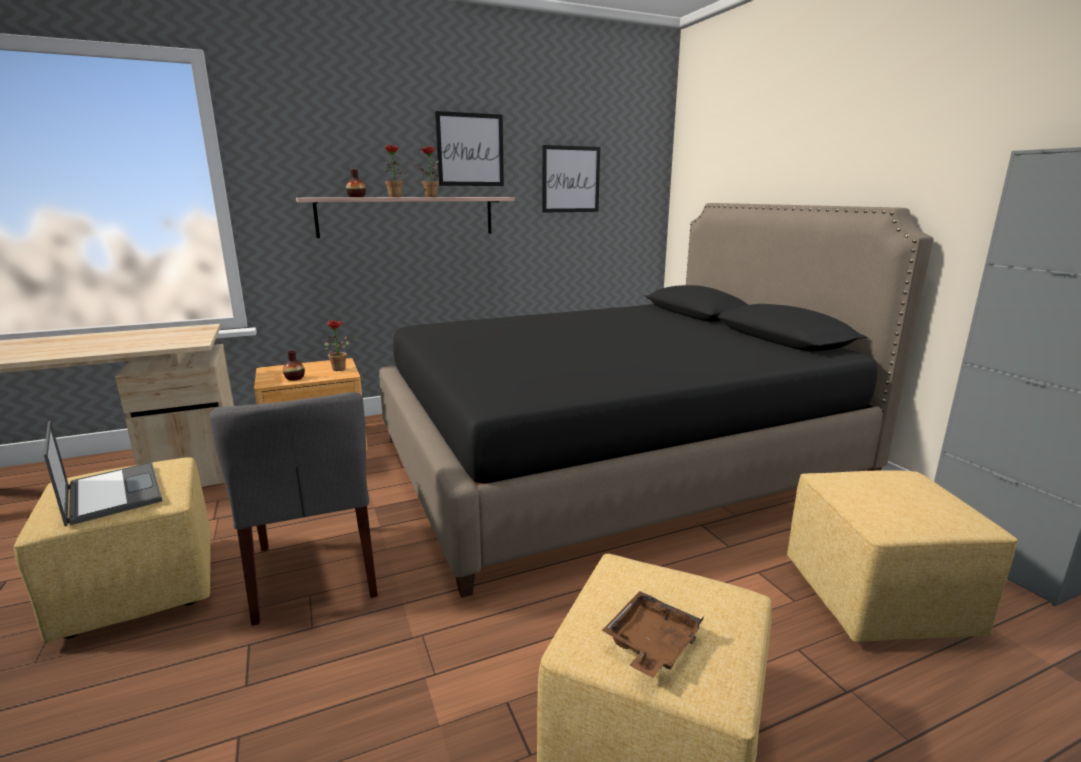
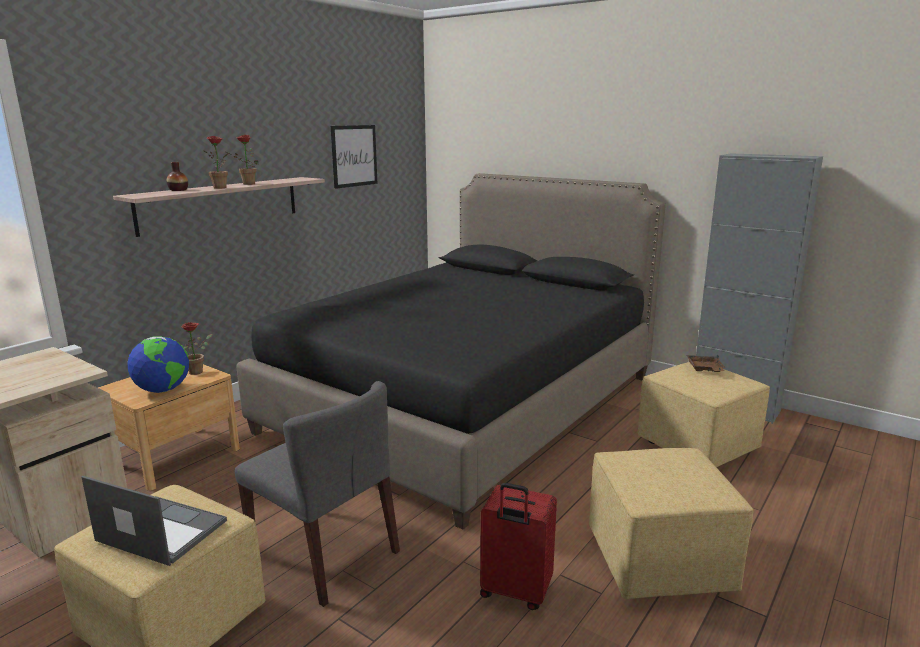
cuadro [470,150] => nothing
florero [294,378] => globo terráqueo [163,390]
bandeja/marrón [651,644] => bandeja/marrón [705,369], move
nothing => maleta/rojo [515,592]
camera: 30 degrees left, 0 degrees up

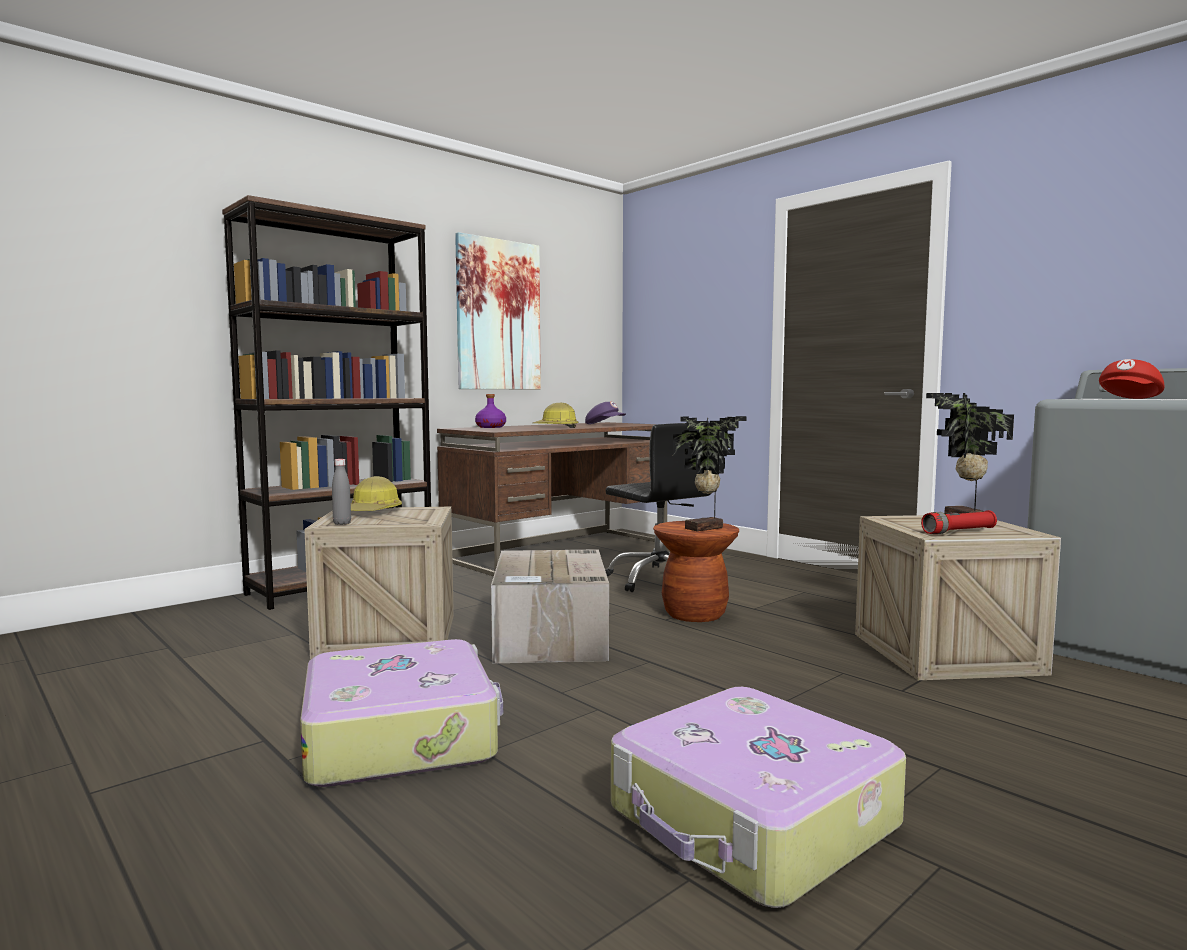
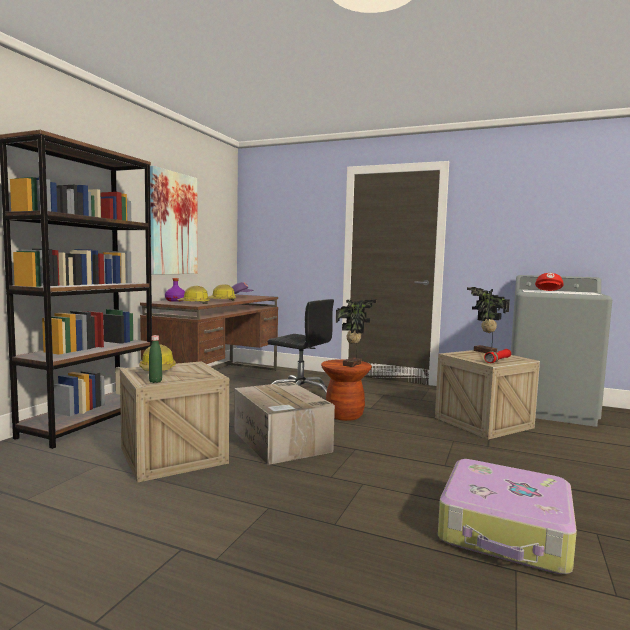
botella/gris [342,523] => botella/verde [155,381]
maleta [402,735] => nothing
nothing => casco [193,303]
camera: 25 degrees left, 0 degrees up

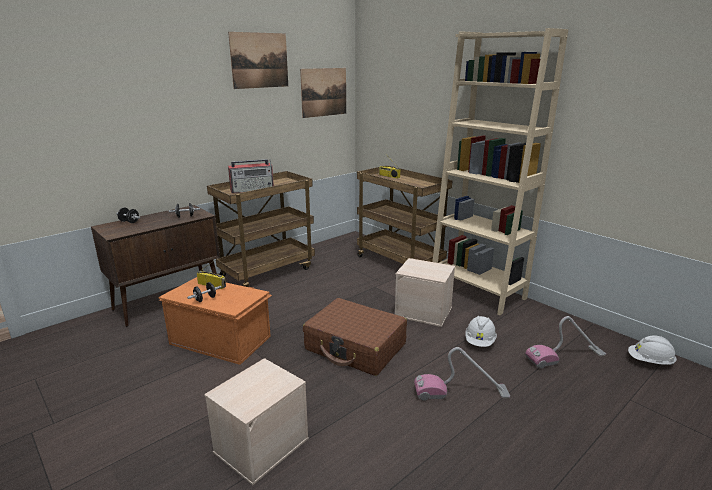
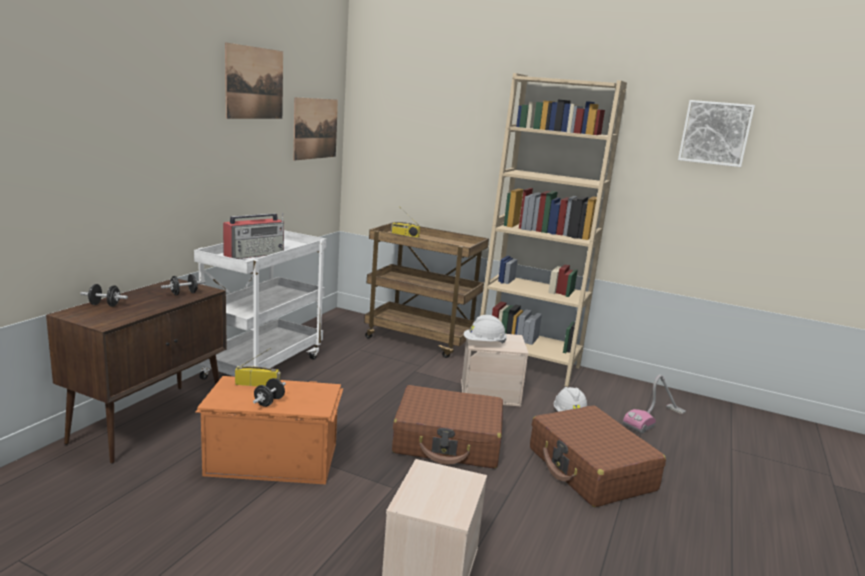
carrito/marrón [267,271] => carrito/blanco [263,366]
casco/blanco [650,362] => casco/blanco [484,343], move
aspiradora [461,392] => maleta/marrón [591,469]
nothing => cuadro [715,133]
camera: 25 degrees left, 5 degrees down

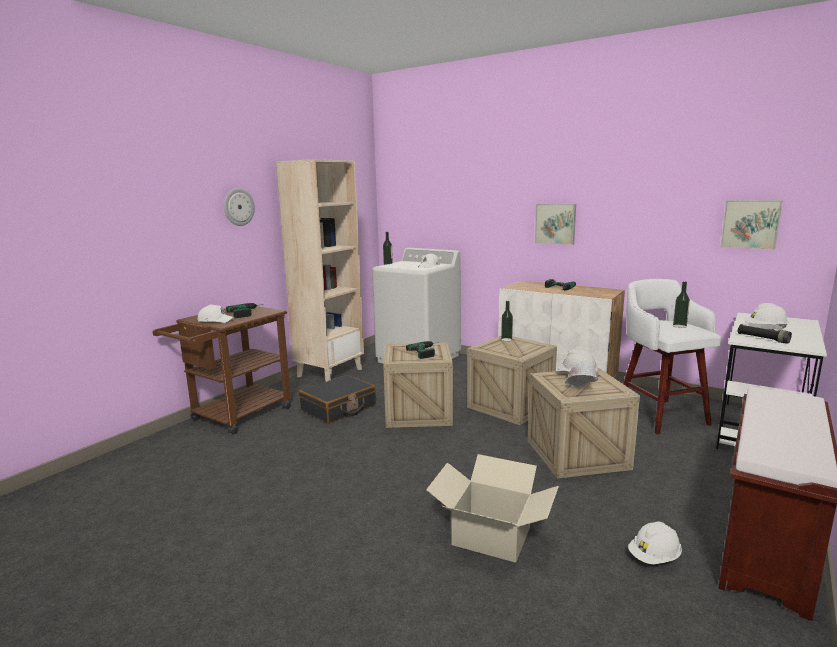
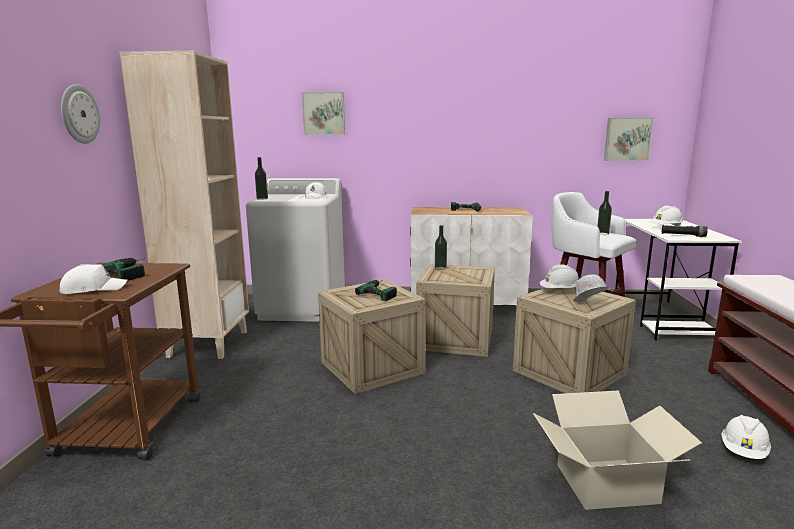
cuadro [555,223] => cuadro [324,113], move
maleta/negro [339,408] => nothing
camera: 30 degrees left, 0 degrees up

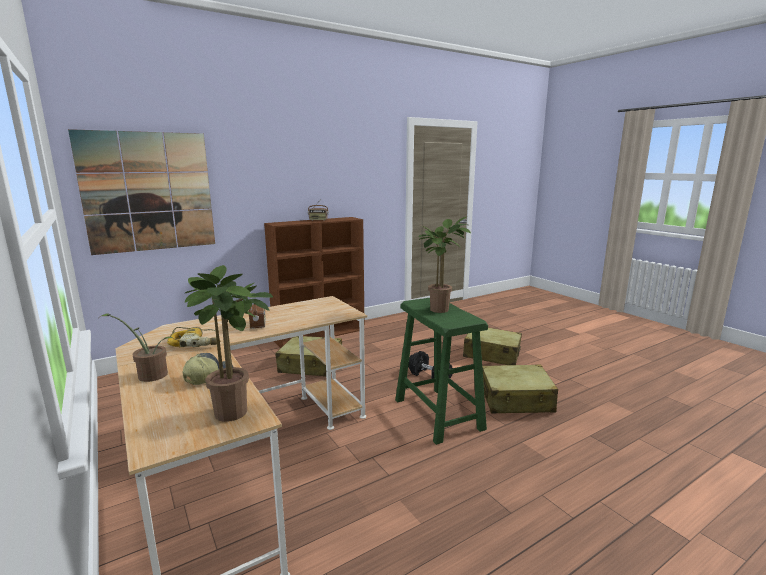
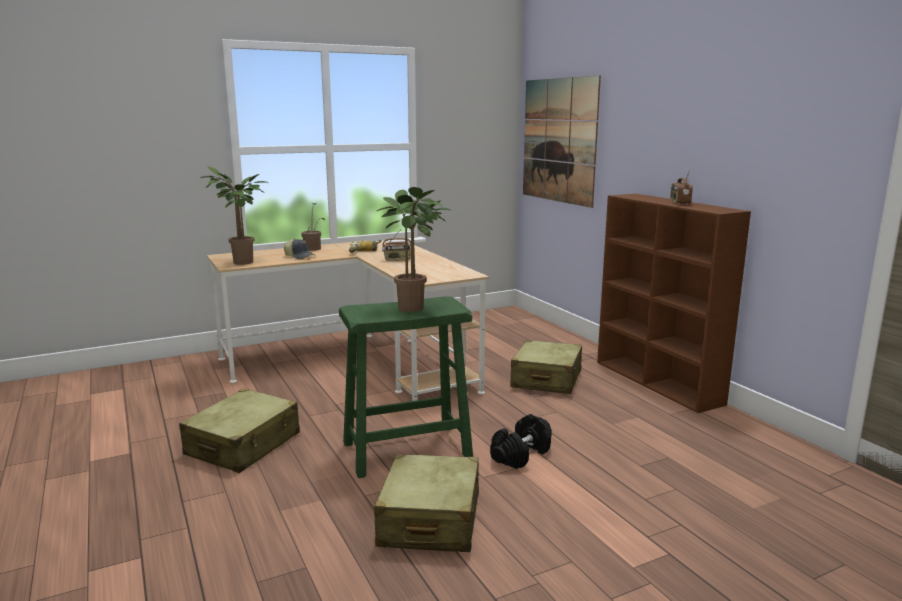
maleta/beis [491,354] => maleta/beis [243,444], move
camera: 95 degrees right, 0 degrees up

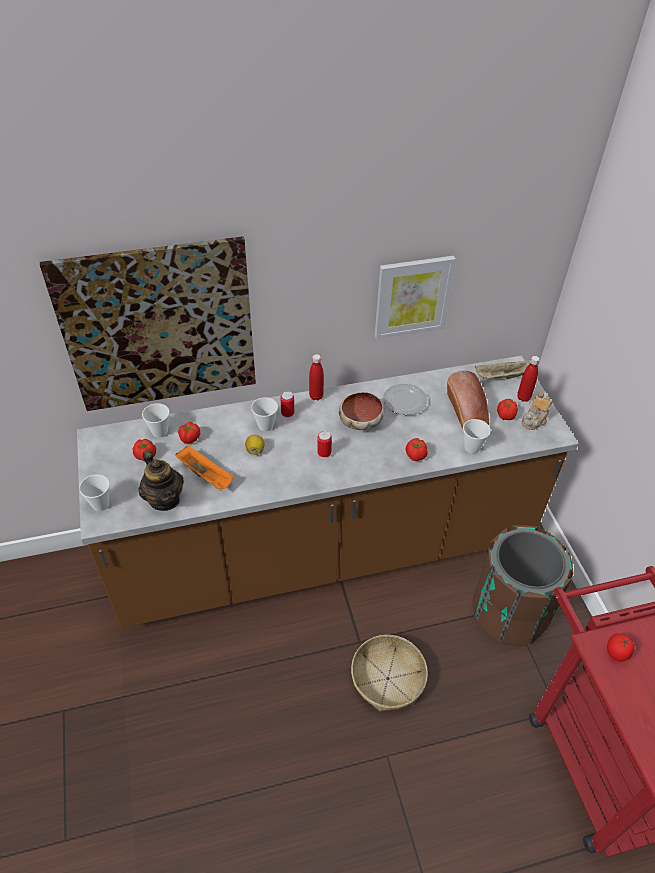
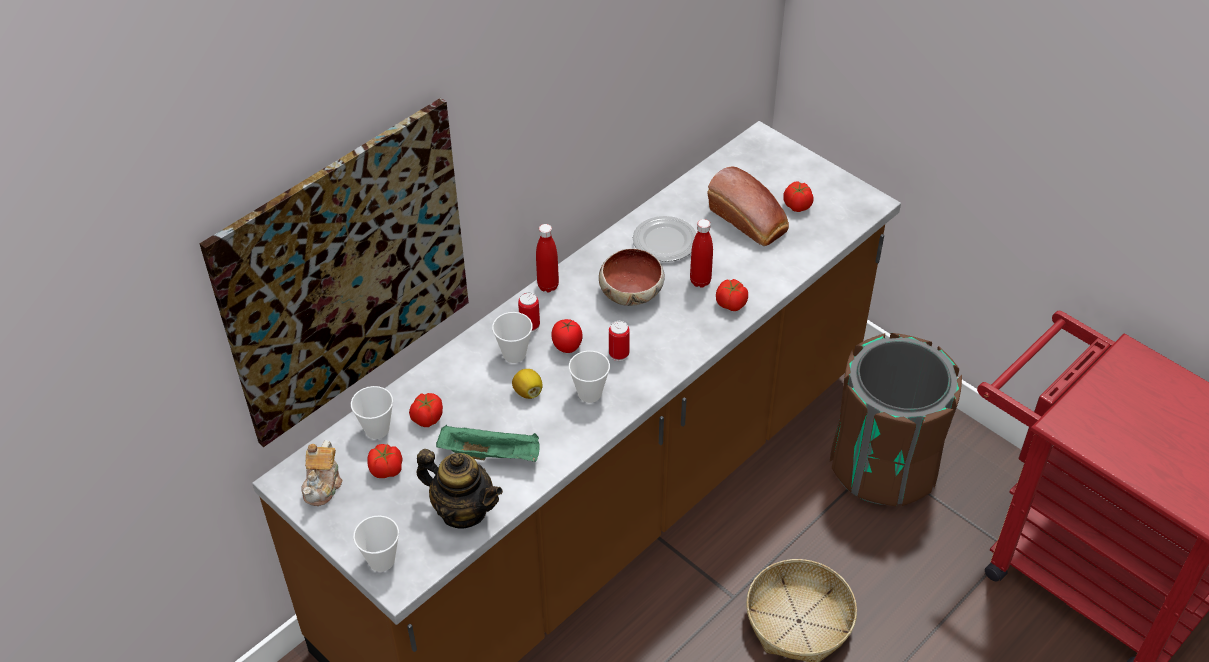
cuadro [412,296] => nothing
botella/rojo [523,397] => botella/rojo [700,281], move
bandeja/beis [502,377] => nothing
tetera [535,420] => tetera [323,485], move
taza [472,447] => taza [589,393], move
bandeja/naranja [206,475] => bandeja/verde [491,454]
tomate [616,653] => tomate [567,346], move
camera: 30 degrees left, 0 degrees up

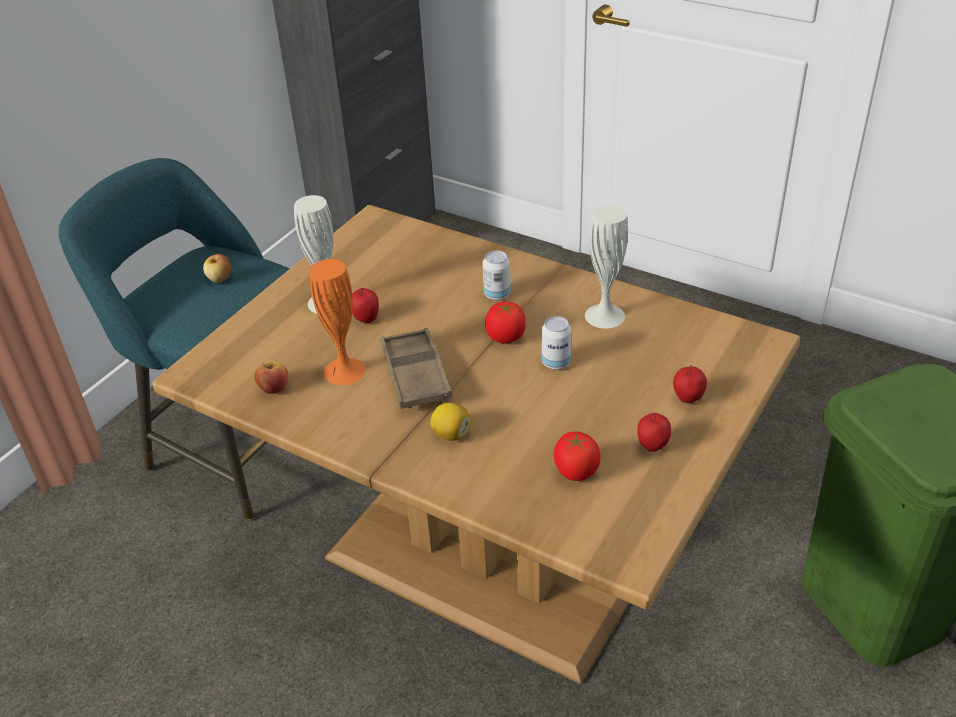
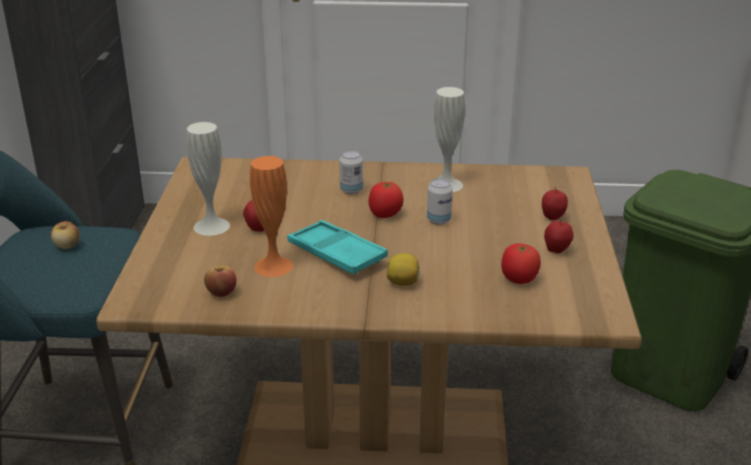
bandeja/marrón [415,374] => bandeja/turquesa [336,254]
camera: 30 degrees left, 10 degrees down

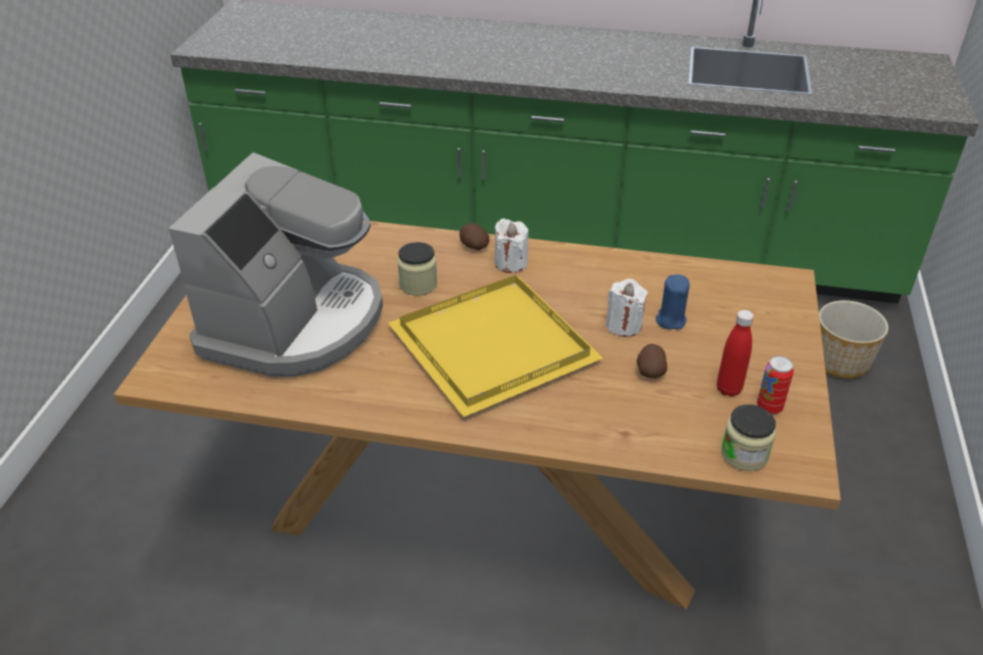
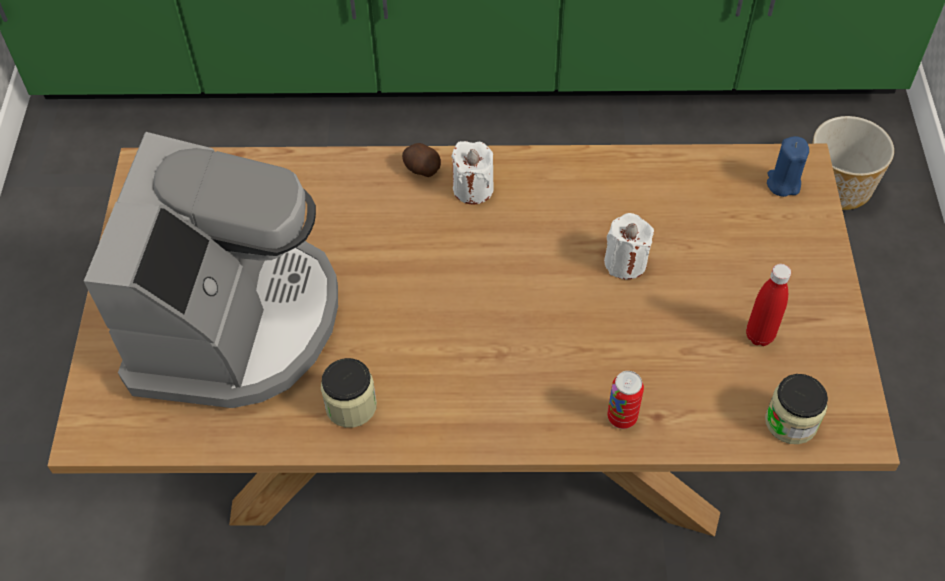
tarro [418,284] => tarro [351,406], move
vela/azul [670,320] => vela/azul [783,183], move
bandeja/amarillo [494,343] => nothing
patata [650,371] => nothing
lata [769,407] => lata [622,417], move
camera: 10 degrees left, 15 degrees up

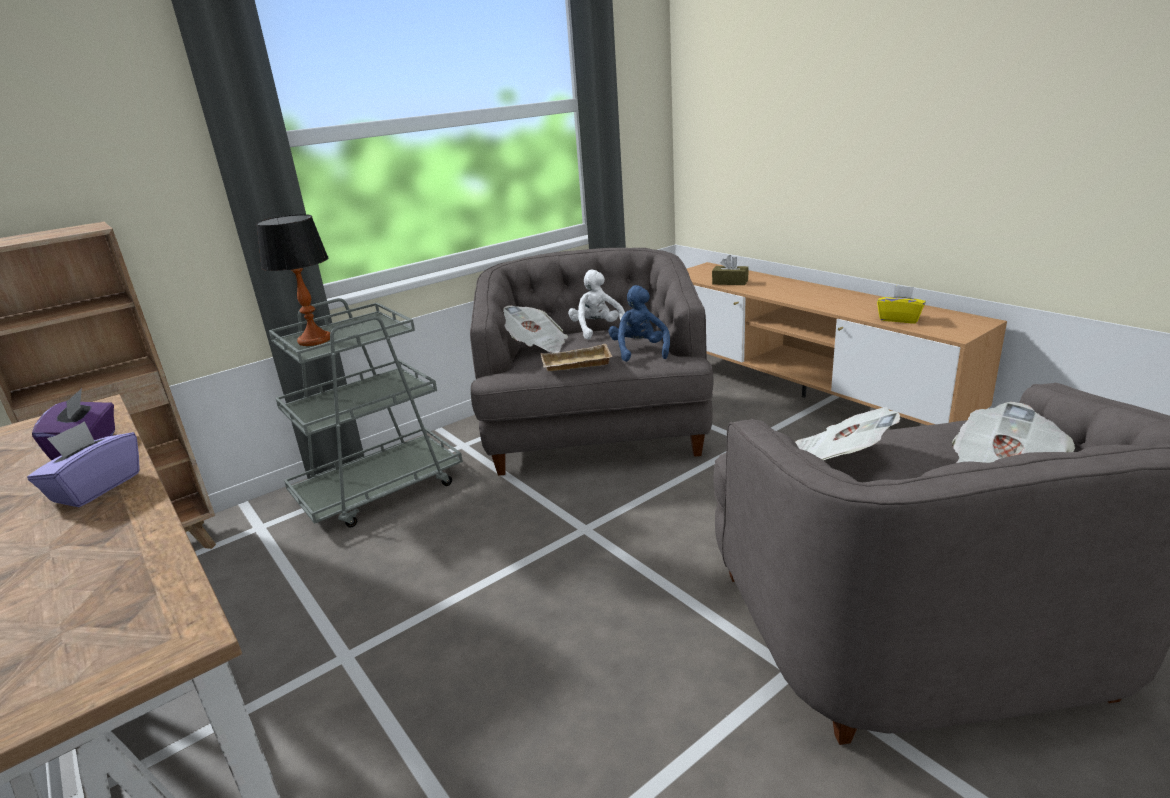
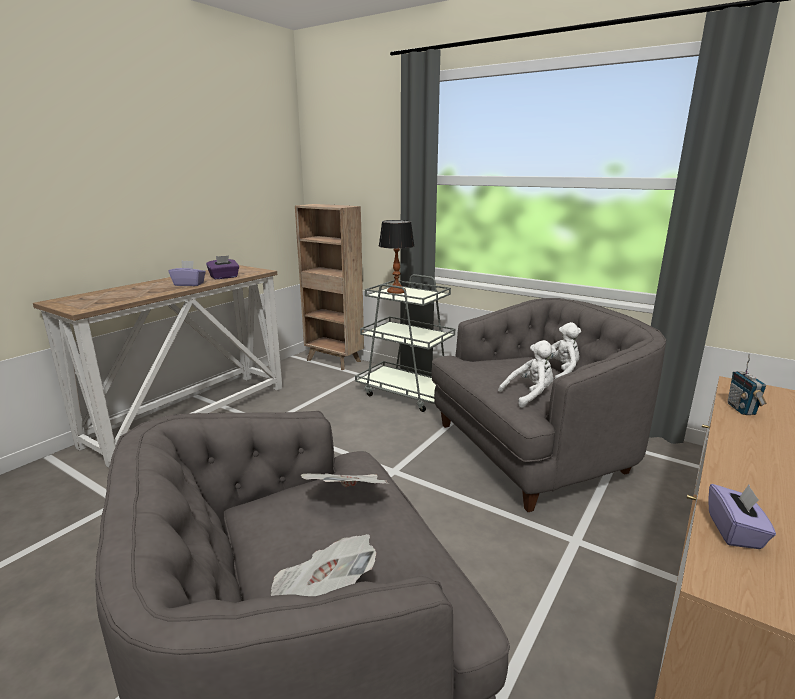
caja de pañuelos/marrón [730,282] => radio [741,409]
peluche/azul [639,351] => peluche/blanco [529,395]
caja de pañuelos/amarillo [899,319] => caja de pañuelos/morado [735,531]
periódico [536,345] => nothing
bandeja/beis [575,364] => nothing
camera: 70 degrees right, 5 degrees down

